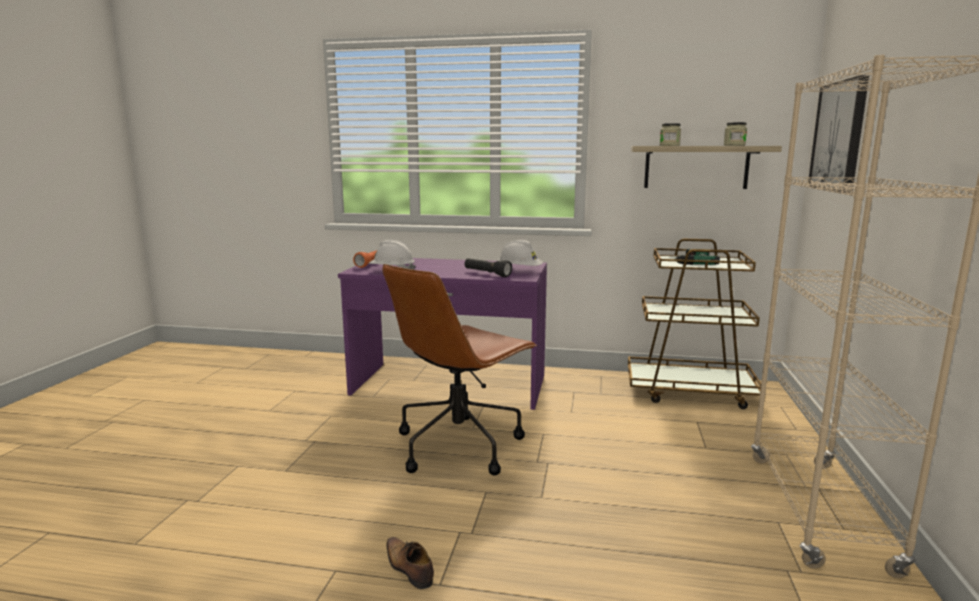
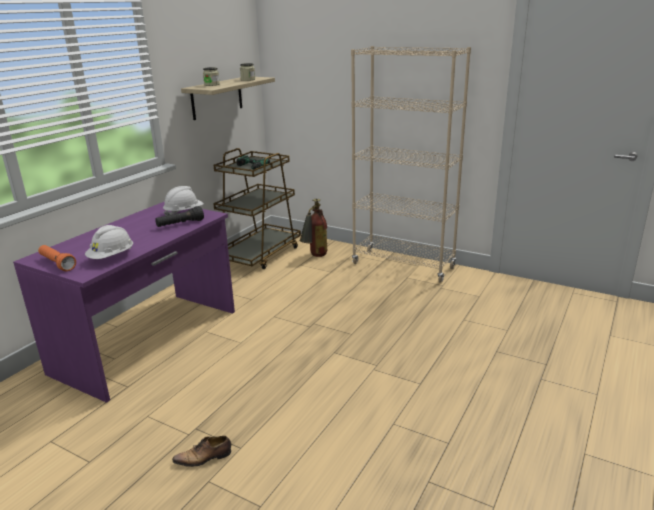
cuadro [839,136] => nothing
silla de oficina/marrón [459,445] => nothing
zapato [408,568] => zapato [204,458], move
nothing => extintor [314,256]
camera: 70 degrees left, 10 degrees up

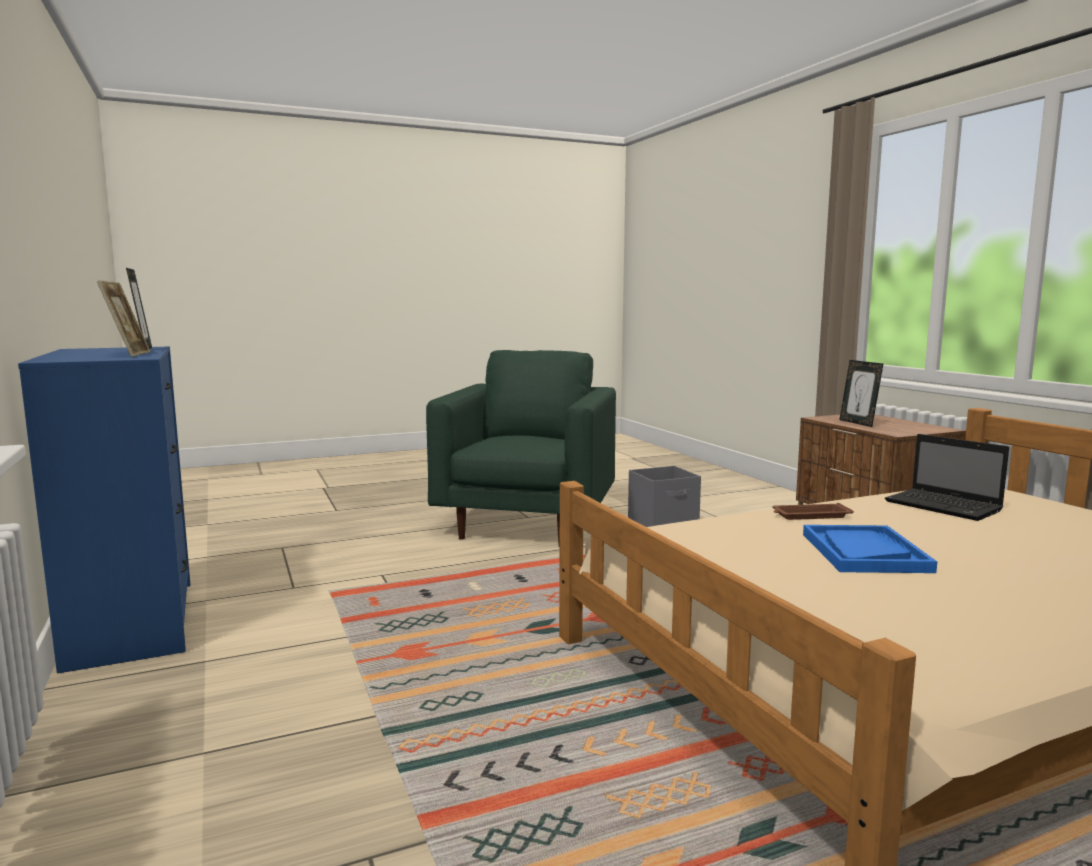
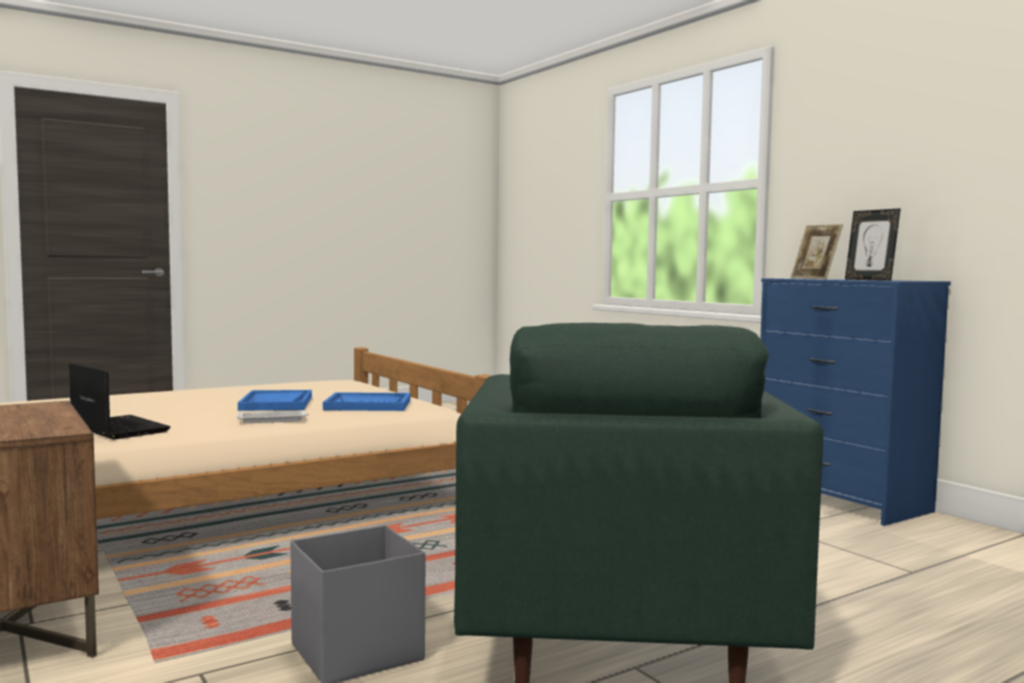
portarretratos [858,423] => nothing
bandeja/marrón [810,515] => bandeja/blanco [273,420]
nothing => bandeja/azul [368,405]
camera: 170 degrees right, 5 degrees down

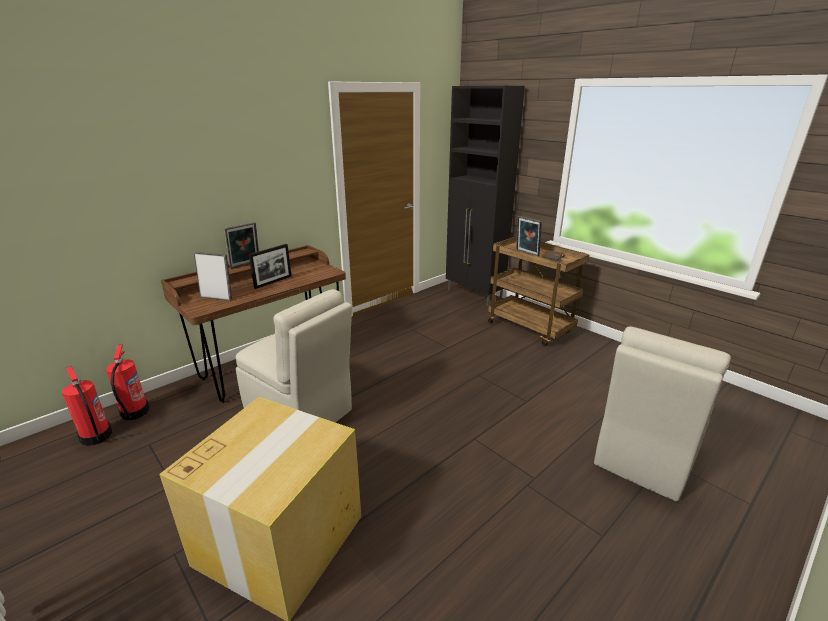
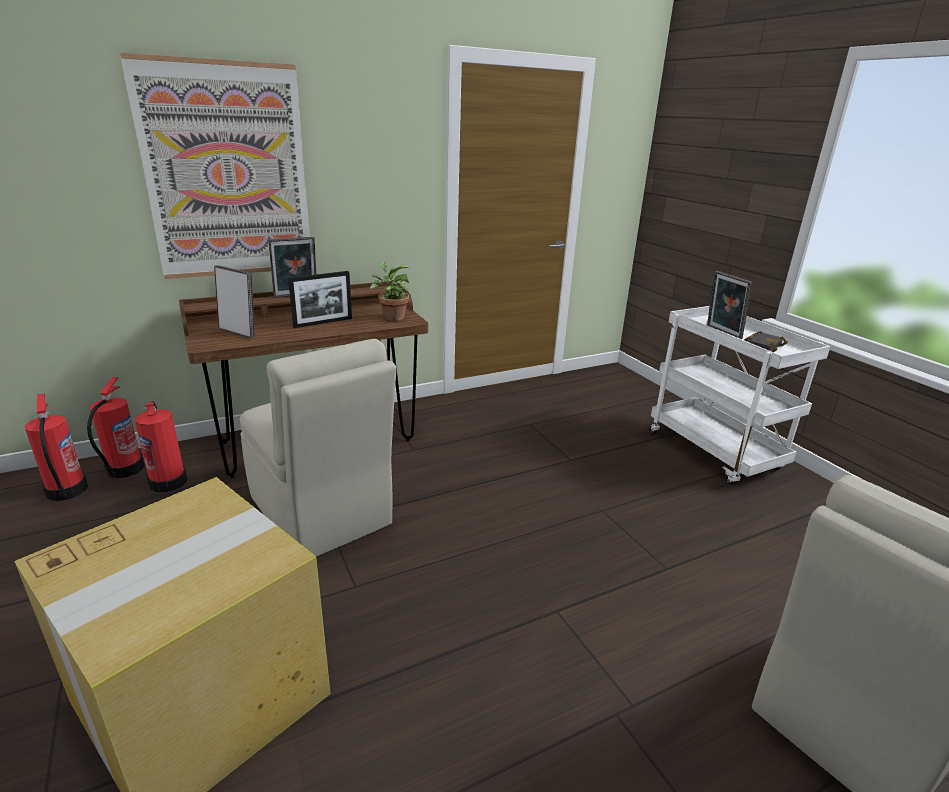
armario/negro [474,295] => nothing
carrito/marrón [530,328] => carrito/blanco [715,453]
nothing => cuadro [228,173]
nothing => planta en maceta [392,317]
nothing => extintor [168,481]
camera: 15 degrees right, 0 degrees up

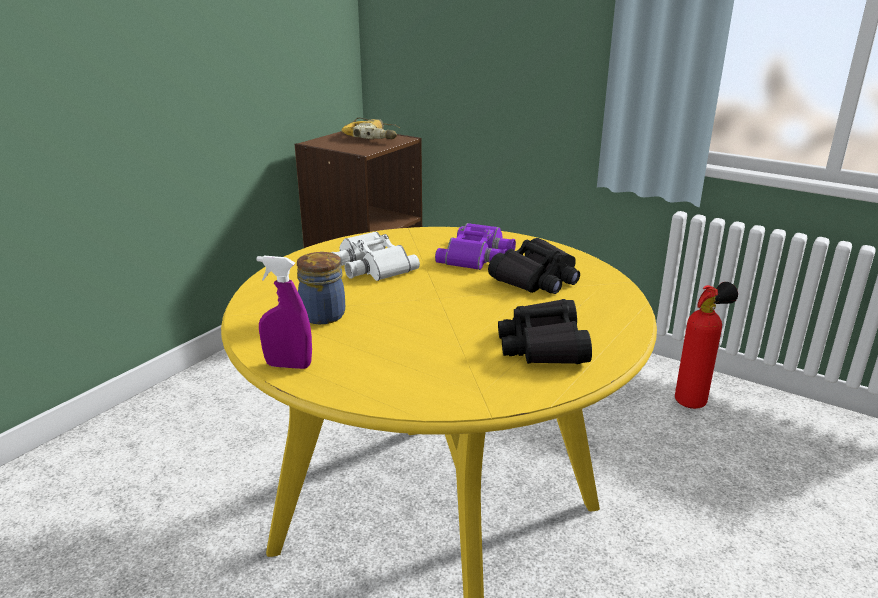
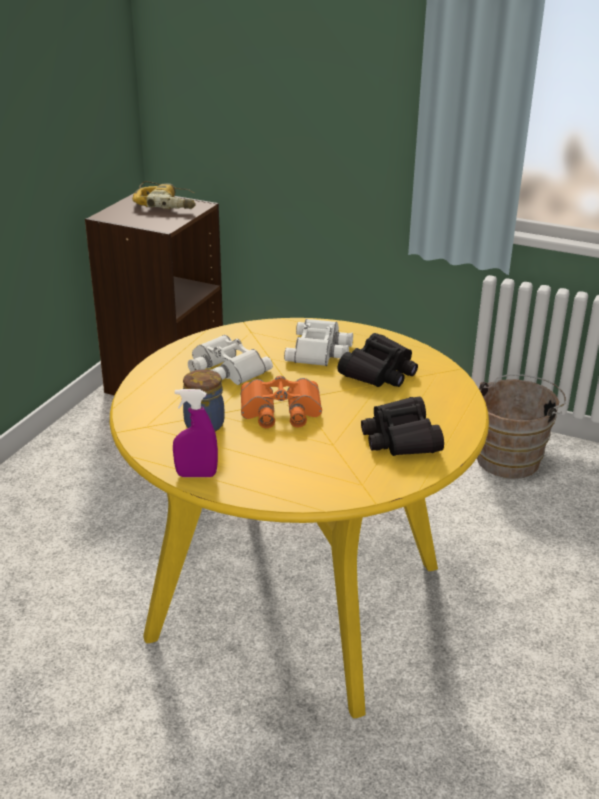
prismáticos/morado [478,255] => prismáticos/blanco [320,350]
extintor [694,400] => cubo/marrón [511,458]
nothing => prismáticos/naranja [280,411]
camera: 10 degrees left, 5 degrees up

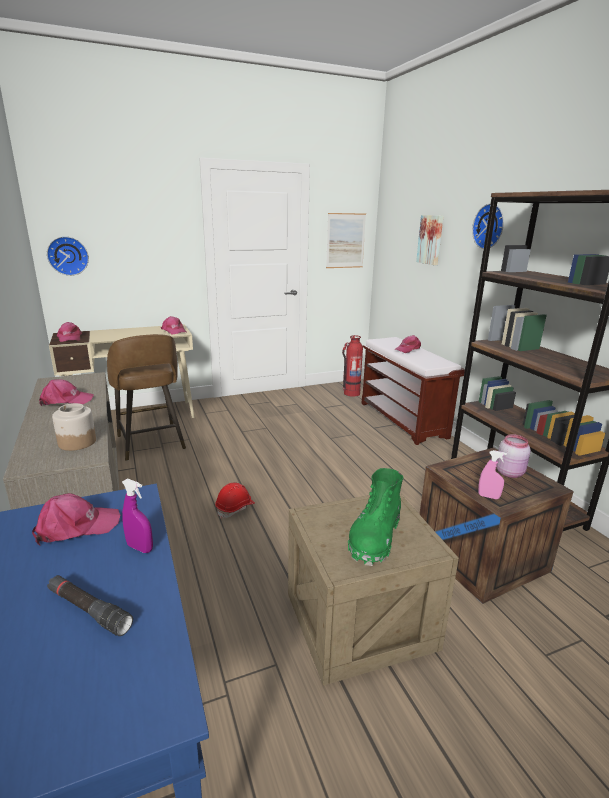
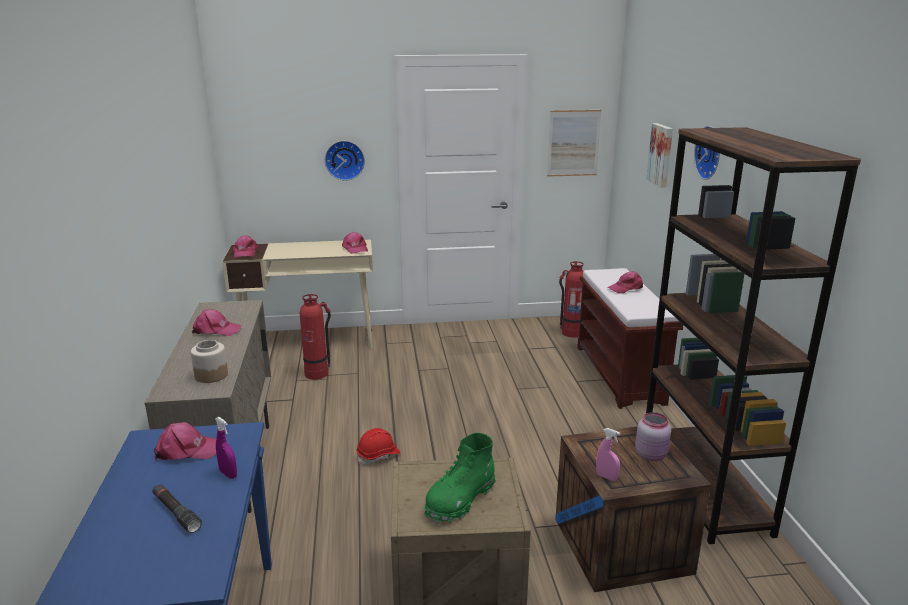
reloj de pared [68,256] => reloj de pared [344,160], move
taburete/marrón [151,443] => extintor [317,374]
camera: 15 degrees right, 0 degrees up

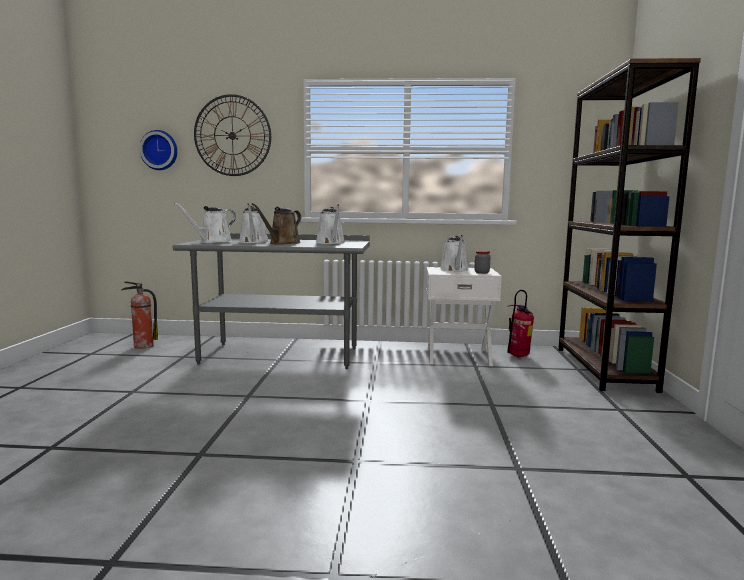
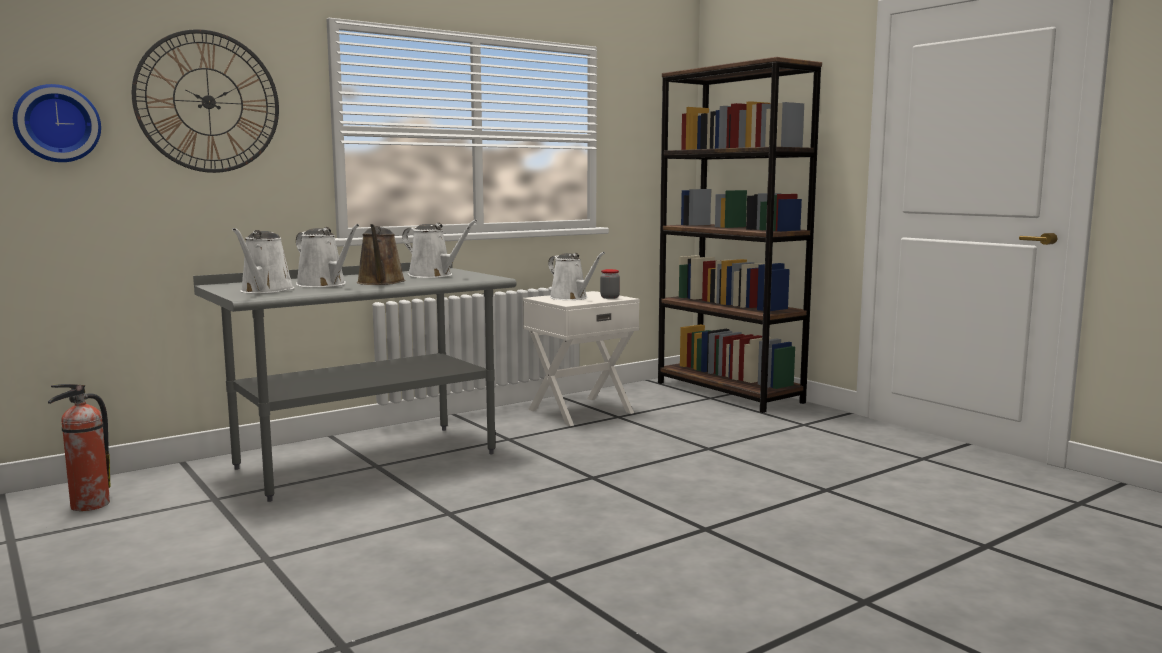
extintor [518,356] => nothing
camera: 40 degrees left, 0 degrees up

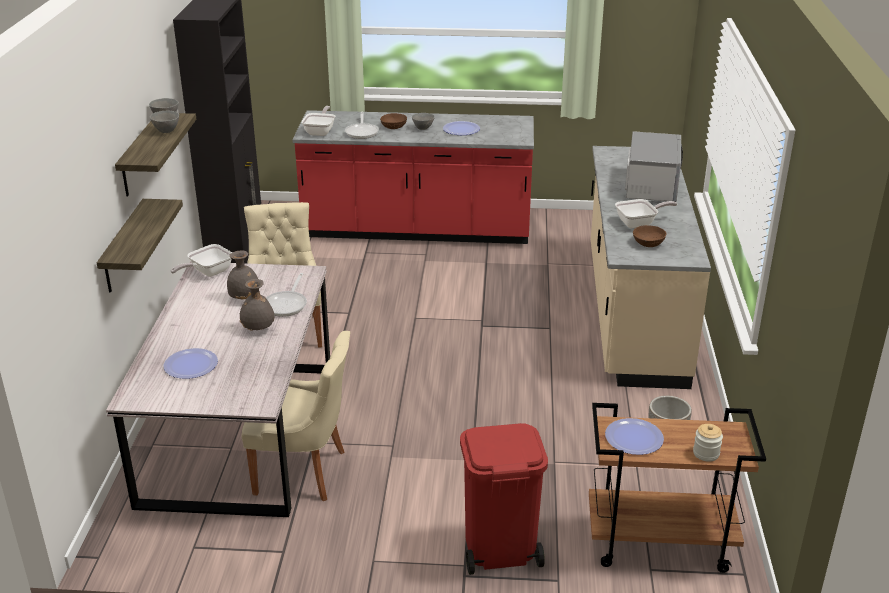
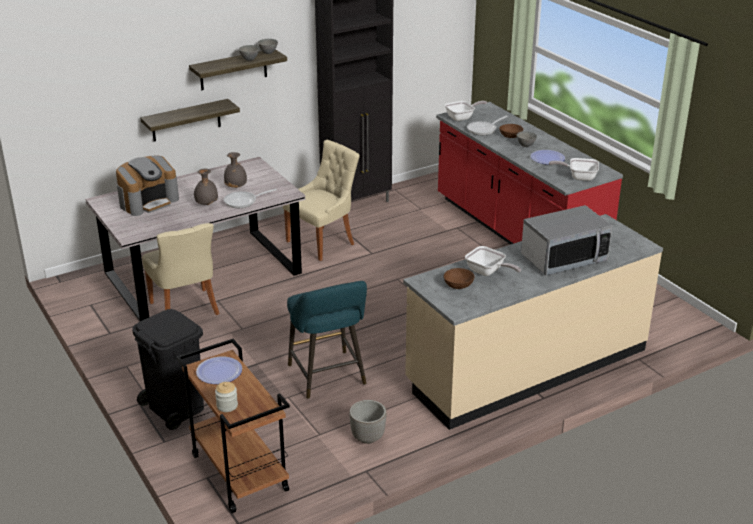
sartén [207,272] => sartén [579,177], move
plato [190,365] => cafetera [148,201]
papelera/rojo [499,549] => papelera/negro [175,407]
nothing => taburete/turquesa [328,377]
camera: 55 degrees right, 0 degrees up

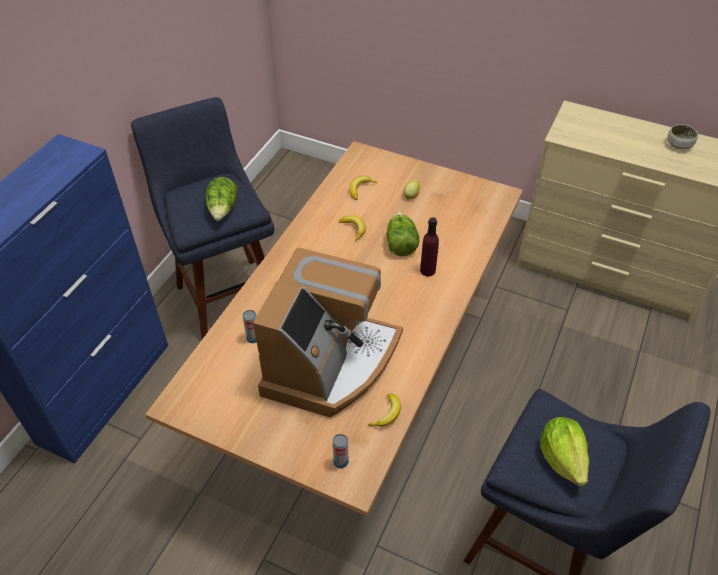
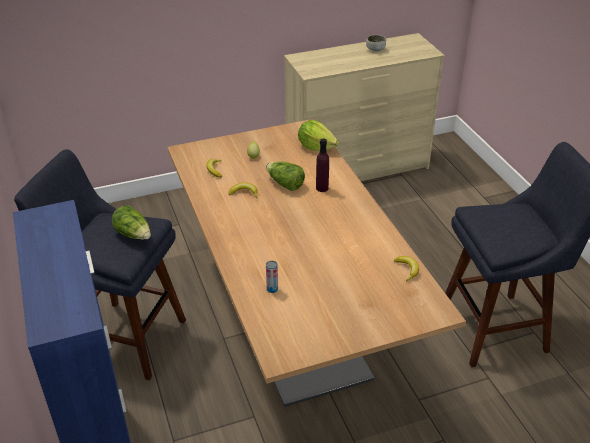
cafetera [329,363] => nothing
lechuga [562,458] => lechuga [316,147], move
lata [341,462] => nothing
camera: 45 degrees left, 10 degrees down

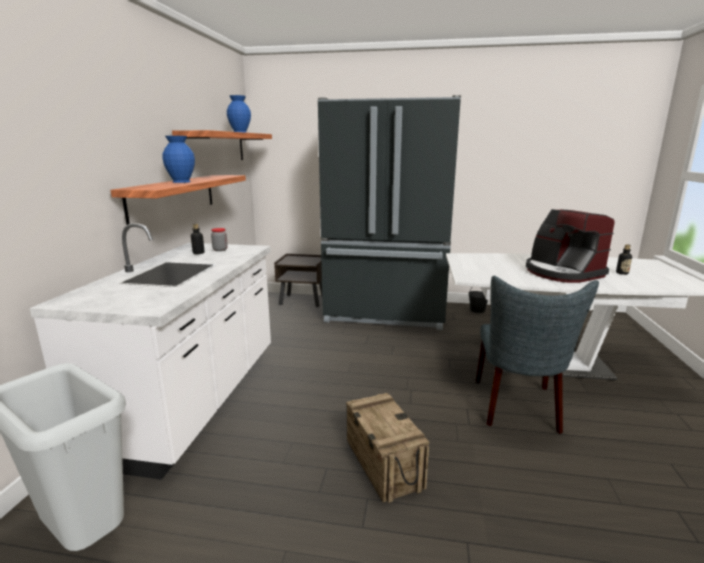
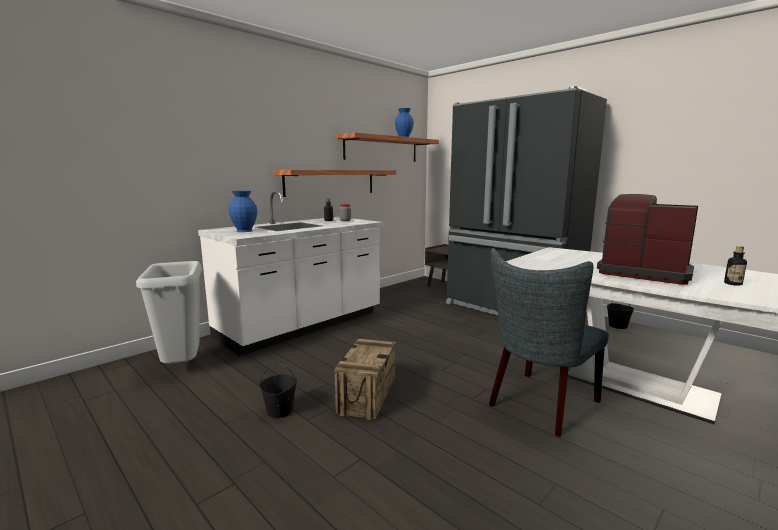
florero/azul [182,182] => florero/azul [245,231], move
cafetera [562,273] => cafetera [643,273], 120 degrees clockwise
nothing => cubo/negro [280,411]
camera: 35 degrees right, 5 degrees down

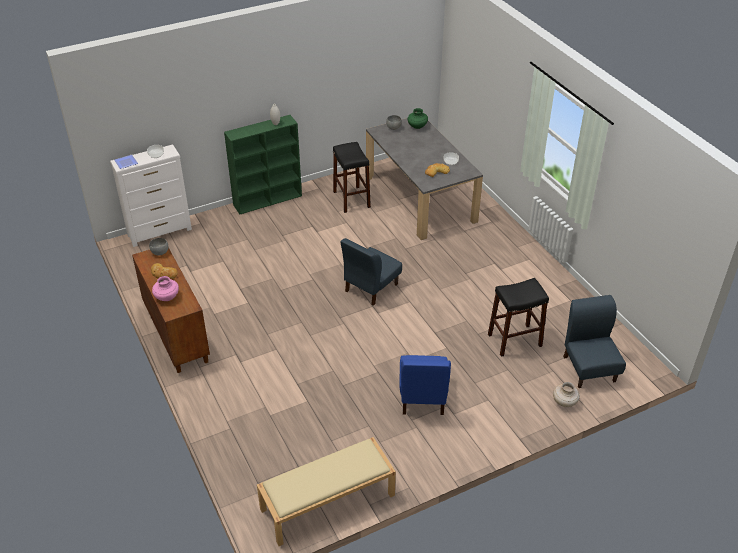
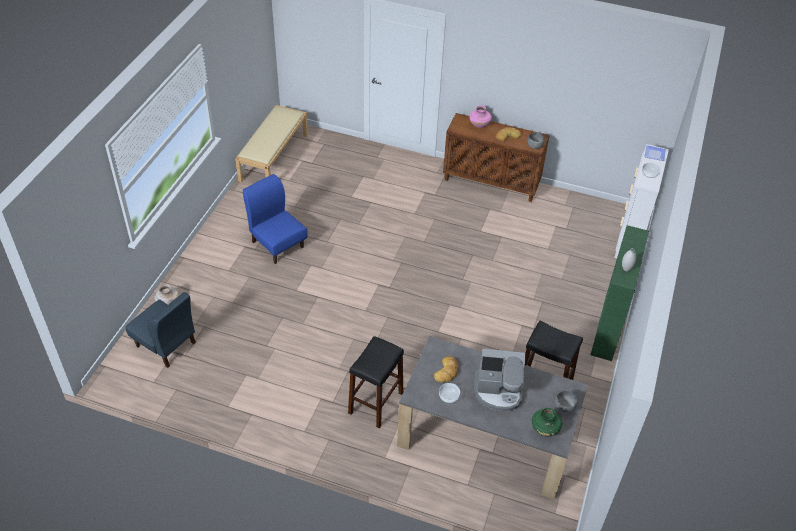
silla/azul [371,287] => nothing
taburete/negro [514,340] => taburete/negro [376,402], move
nothing => cafetera [498,391]
camera: 135 degrees right, 5 degrees up

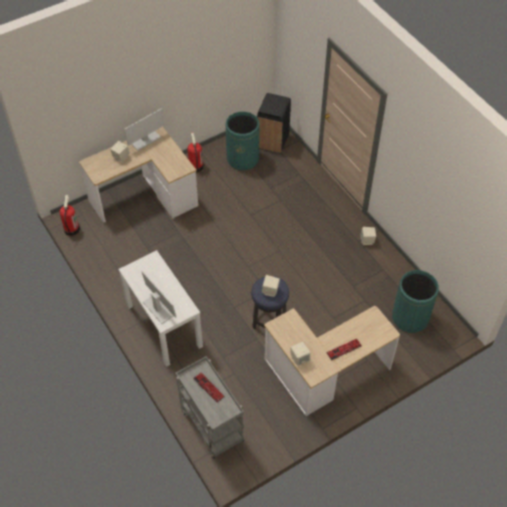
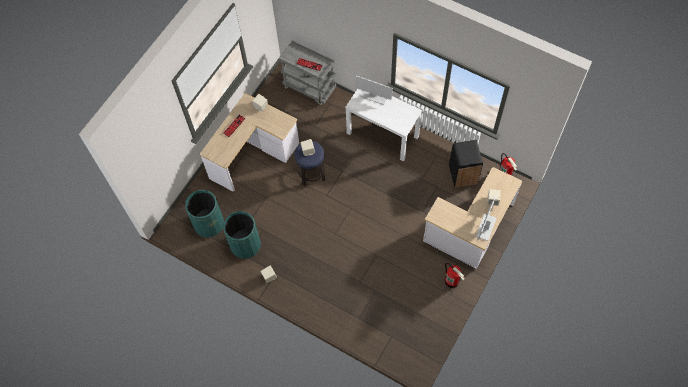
papelera/negro [272,141] => papelera/negro [463,175], move
papelera/verde [243,159] => papelera/verde [245,245], move
camera: 155 degrees right, 10 degrees up

